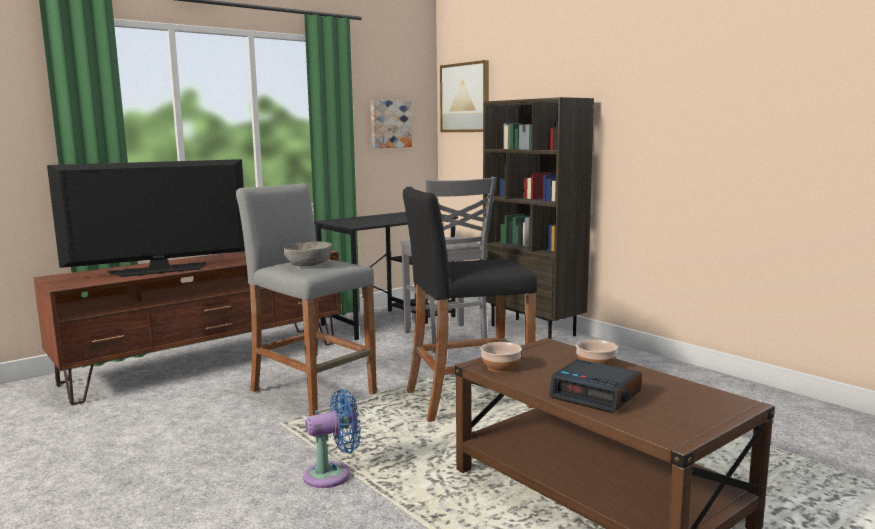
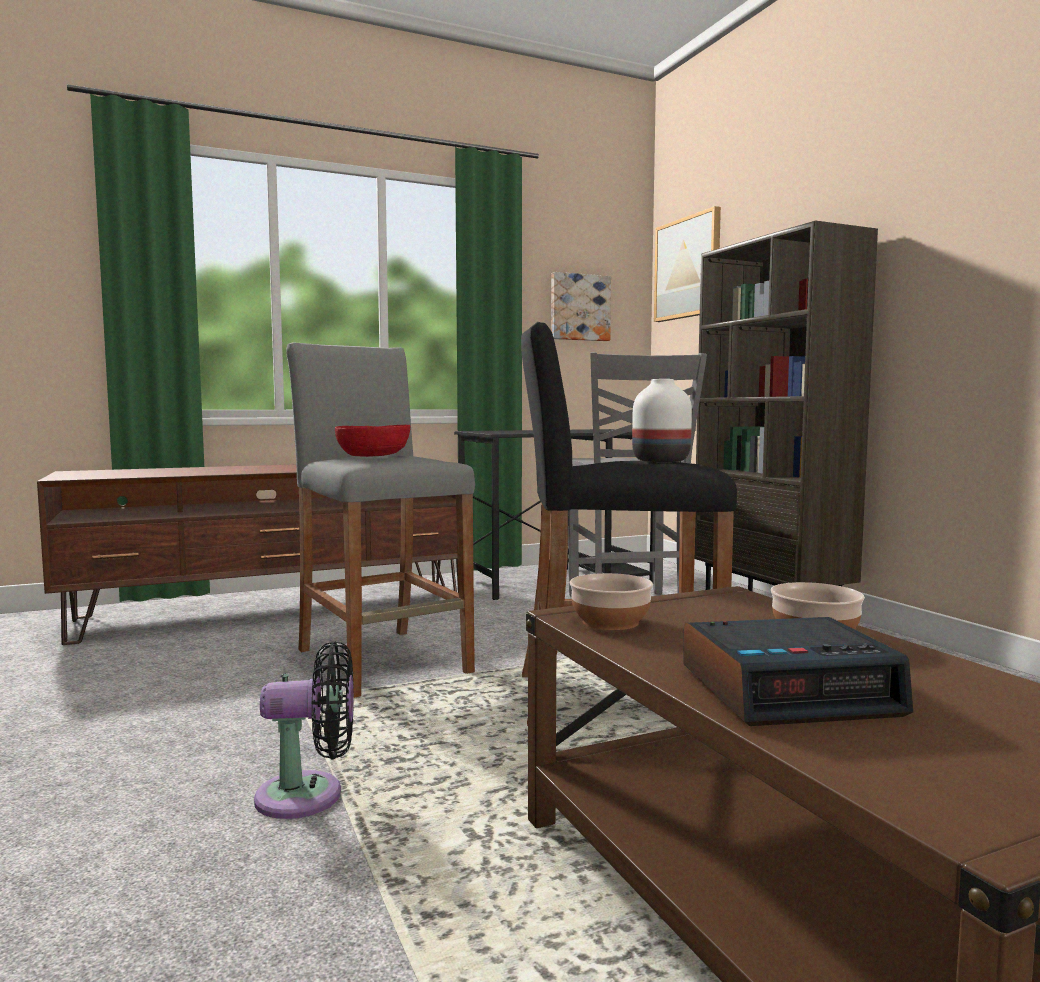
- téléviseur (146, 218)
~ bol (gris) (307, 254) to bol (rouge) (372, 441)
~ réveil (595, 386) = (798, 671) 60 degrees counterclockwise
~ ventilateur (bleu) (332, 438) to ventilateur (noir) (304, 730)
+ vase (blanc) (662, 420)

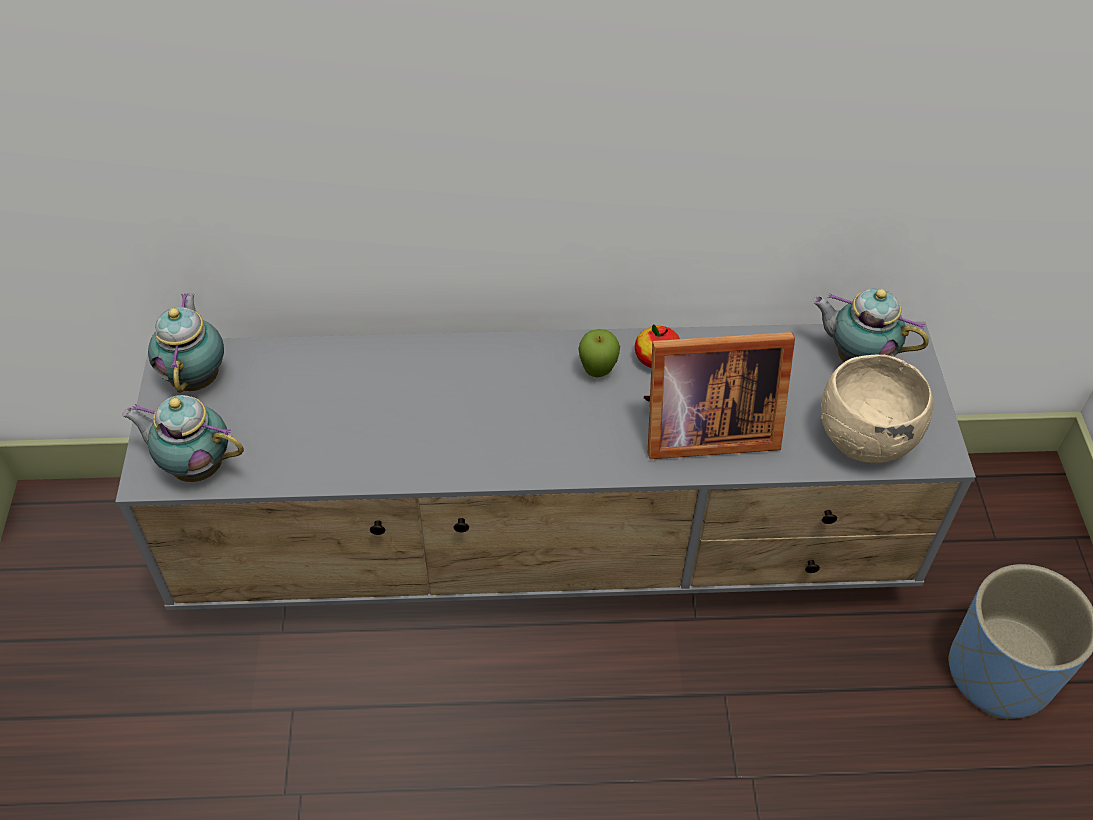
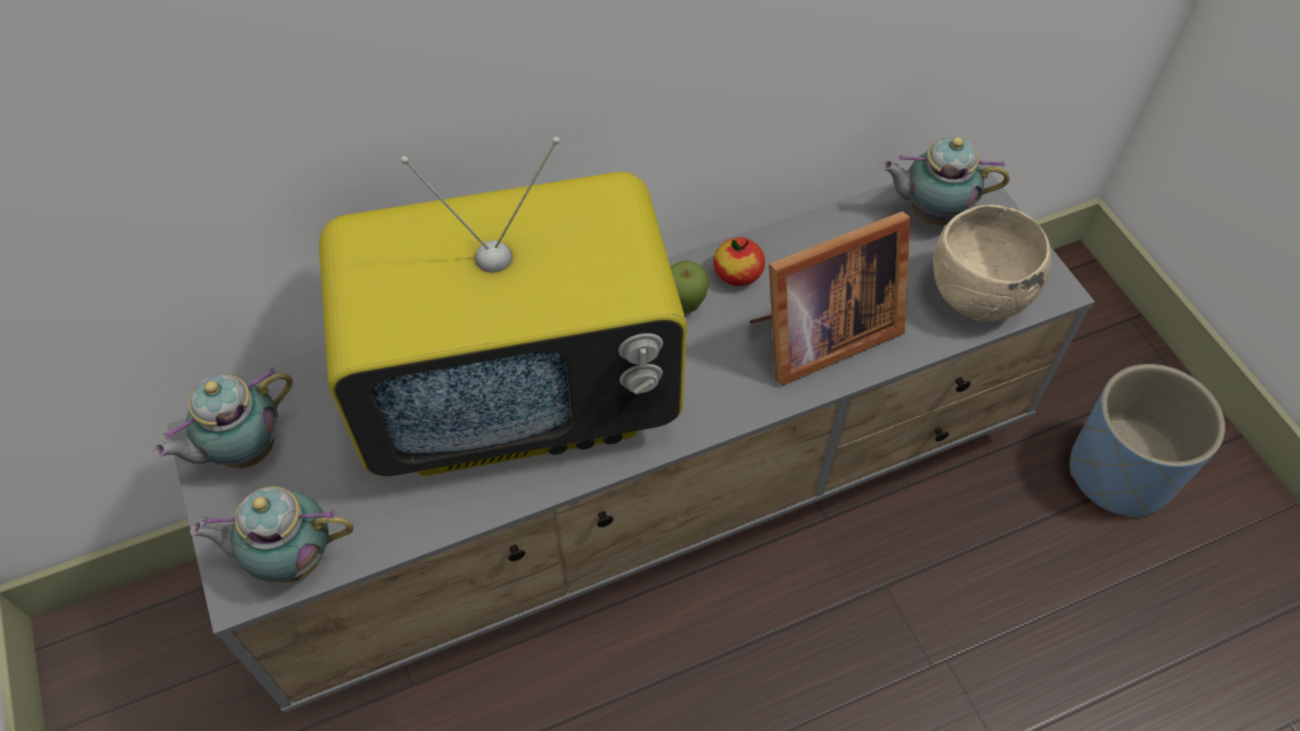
~ théière (186, 343) = (223, 418) 105 degrees counterclockwise
+ téléviseur (503, 306)

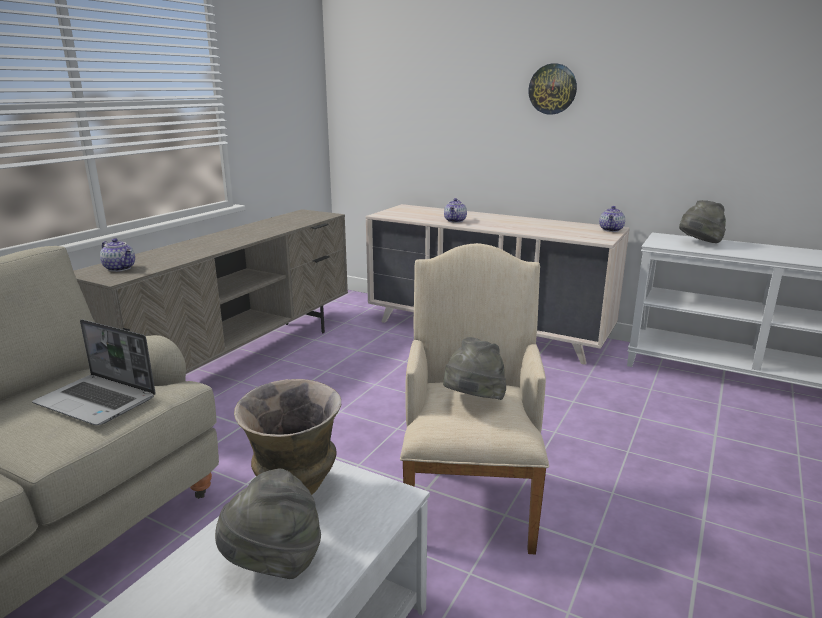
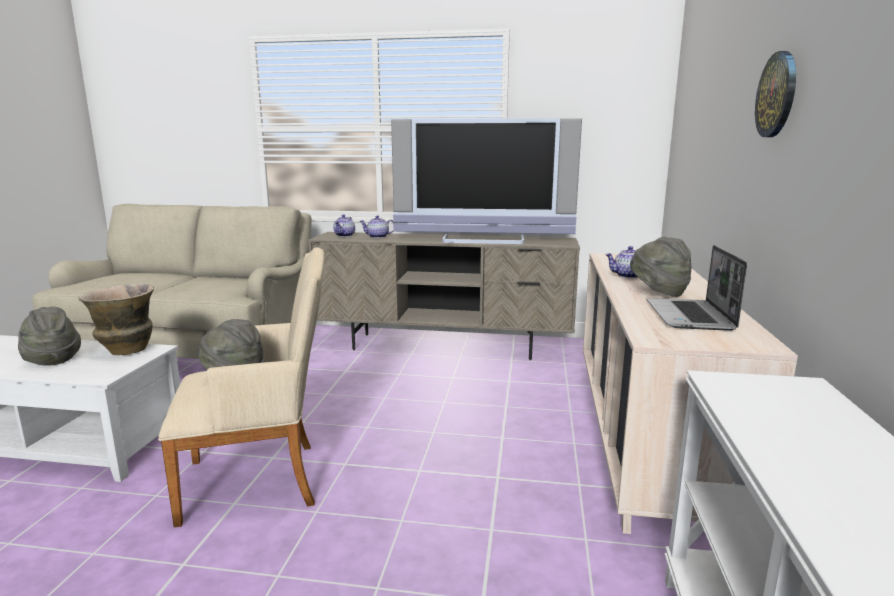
~ chapeau (gris) (702, 221) to (660, 267)
~ théière (612, 219) to (377, 226)
~ ordinateur portable (94, 372) to (697, 288)
+ téléviseur (486, 181)

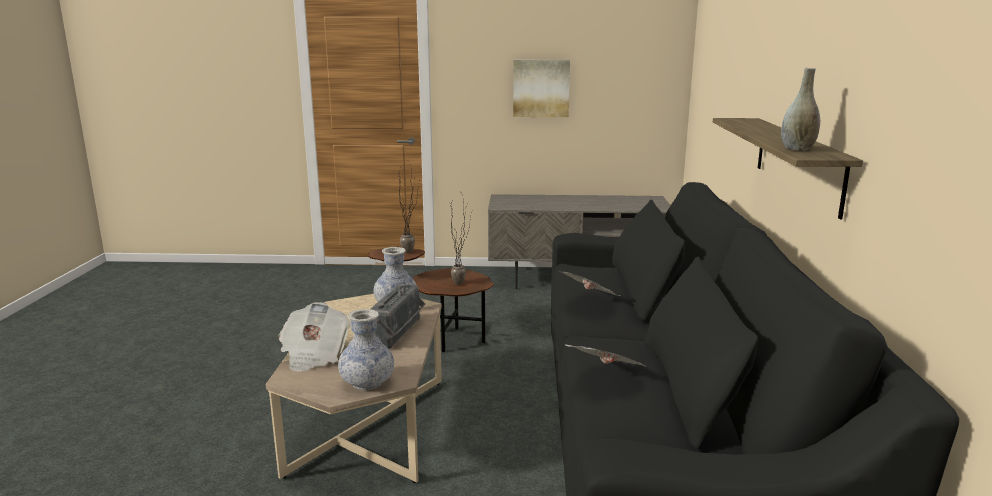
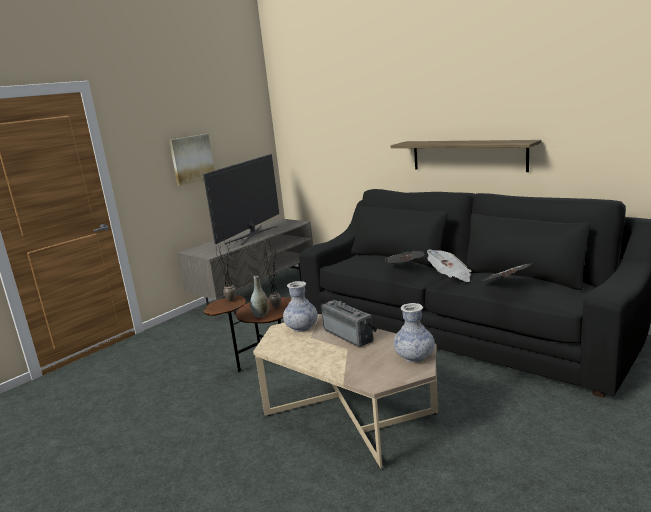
~ vase (gris) (800, 109) to (259, 297)
~ journal (314, 337) to (449, 266)
+ téléviseur (241, 199)

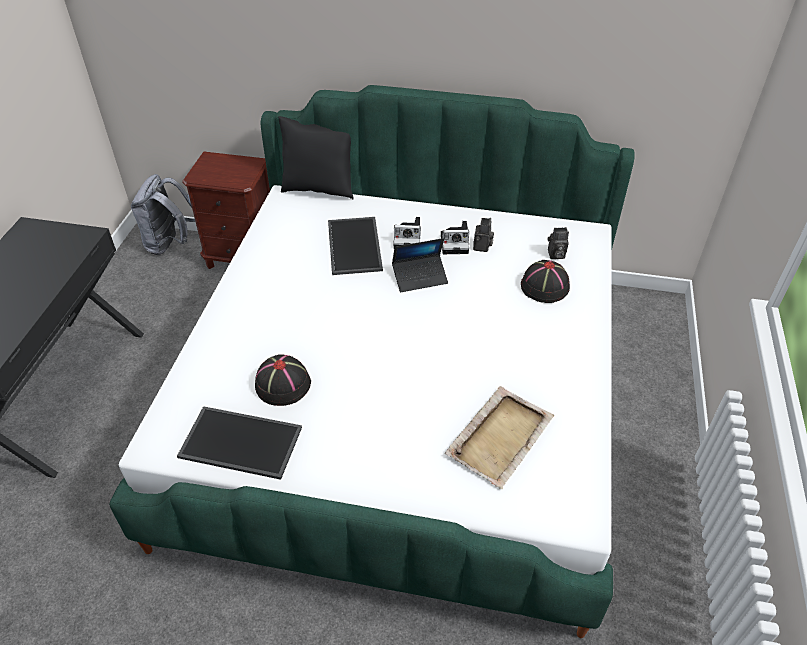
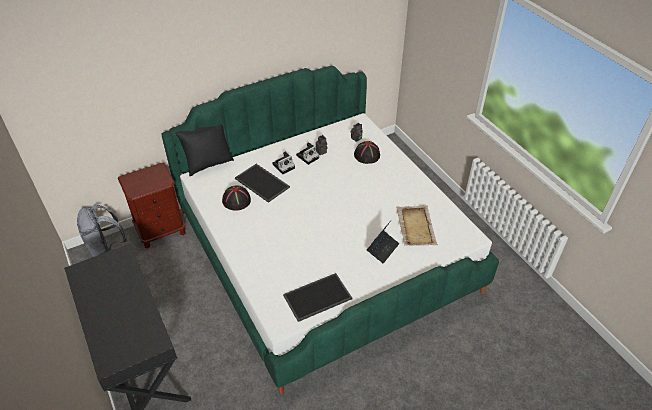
~ ordinateur portable (420, 265) to (383, 242)
~ chapeau (noir) (283, 380) to (236, 198)

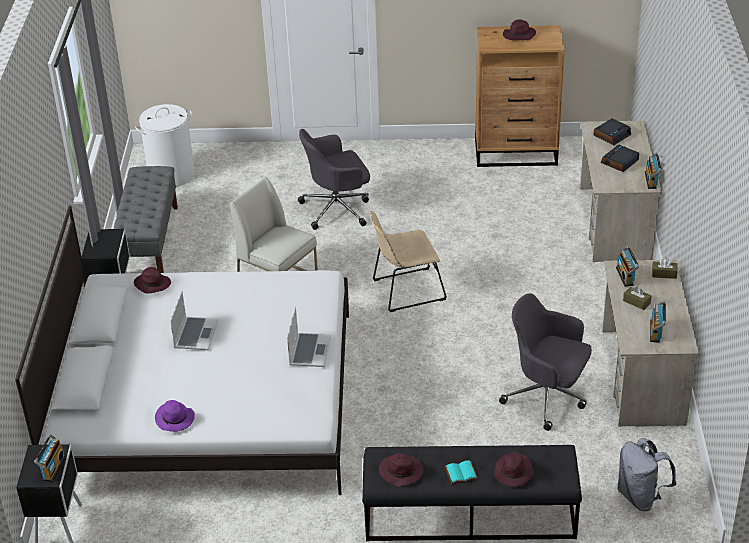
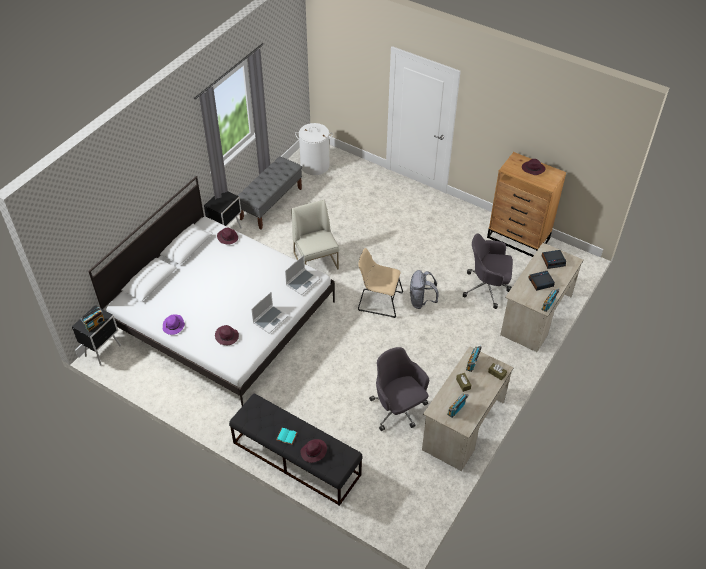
~ chaise de bureau (gris) (334, 179) to (488, 271)
~ ordinateur portable (194, 320) to (302, 275)
~ sac à dos (gris) (646, 474) to (424, 289)
~ chapeau (violet) (401, 469) to (227, 335)

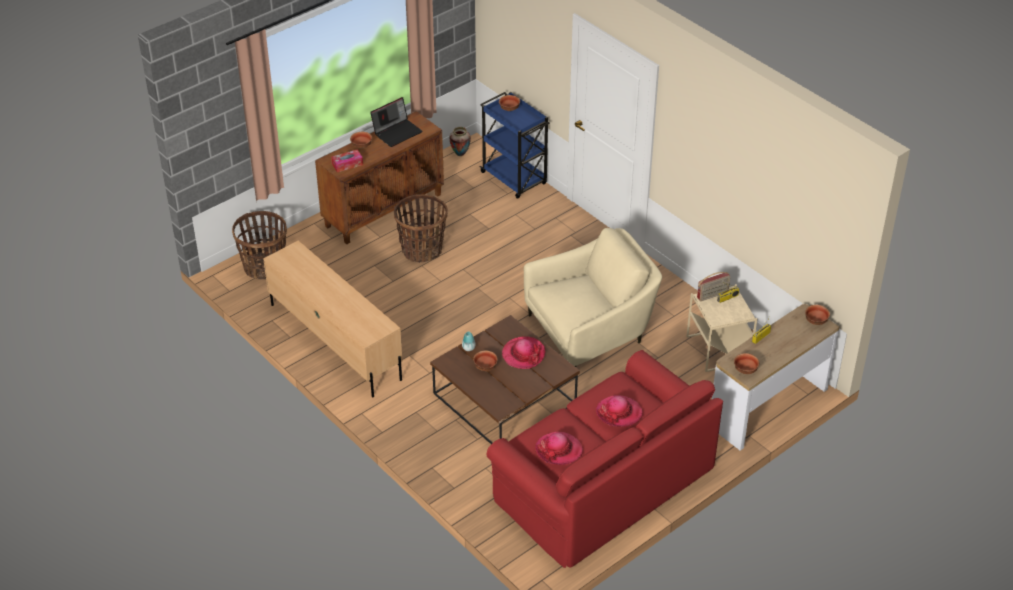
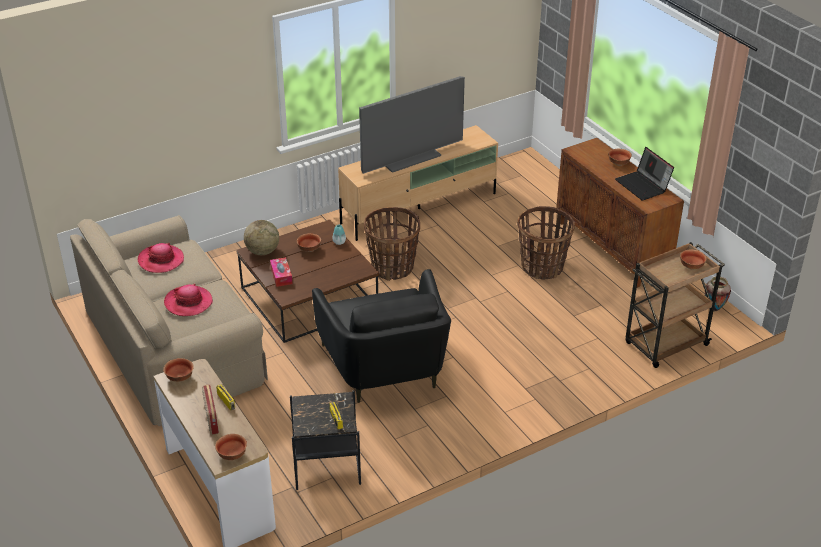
~ chariot (bleu) (515, 145) to chariot (marron) (675, 305)
~ boîte à mouchoirs (347, 161) to (281, 272)
~ panier (259, 245) to (392, 244)
~ fauteuil (beige) (593, 297) to fauteuil (noir) (381, 336)
~ radio (713, 286) to (210, 410)
~ table d'appoint (beige) (721, 328) to table d'appoint (noir) (325, 440)
- chapeau (523, 352)
~ canapé (rouge) (605, 459) to canapé (beige) (169, 320)
+ téléviseur (412, 125)
+ globe (261, 237)

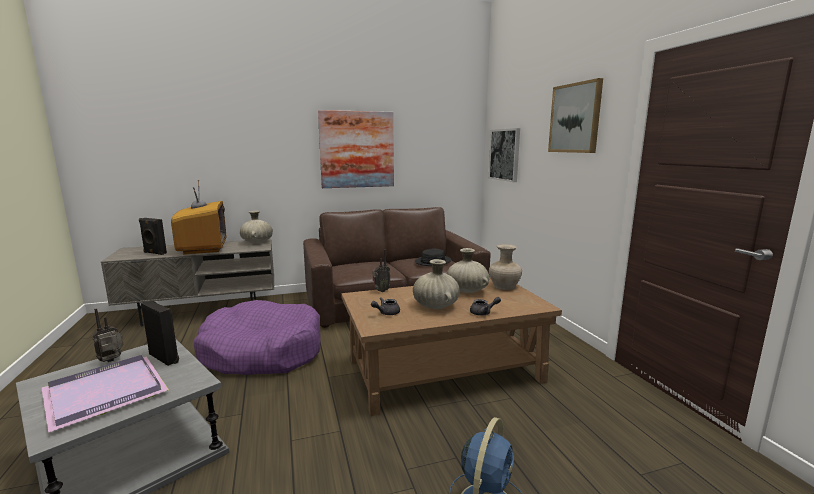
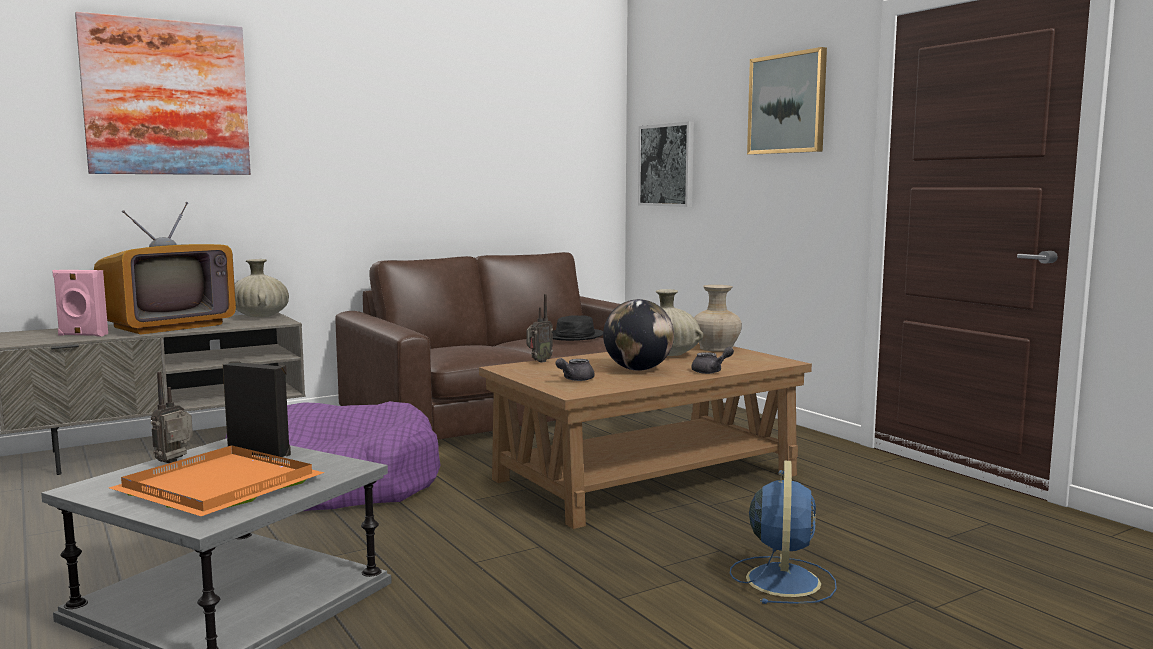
~ tableau (356, 149) to (163, 93)
~ téléviseur (198, 217) = (165, 268) 75 degrees clockwise
~ enceinte (noir) (153, 236) to enceinte (rose) (80, 303)
~ vase (beige) (436, 284) to globe (638, 335)
~ plateau (violet) (105, 394) to plateau (orange) (216, 480)

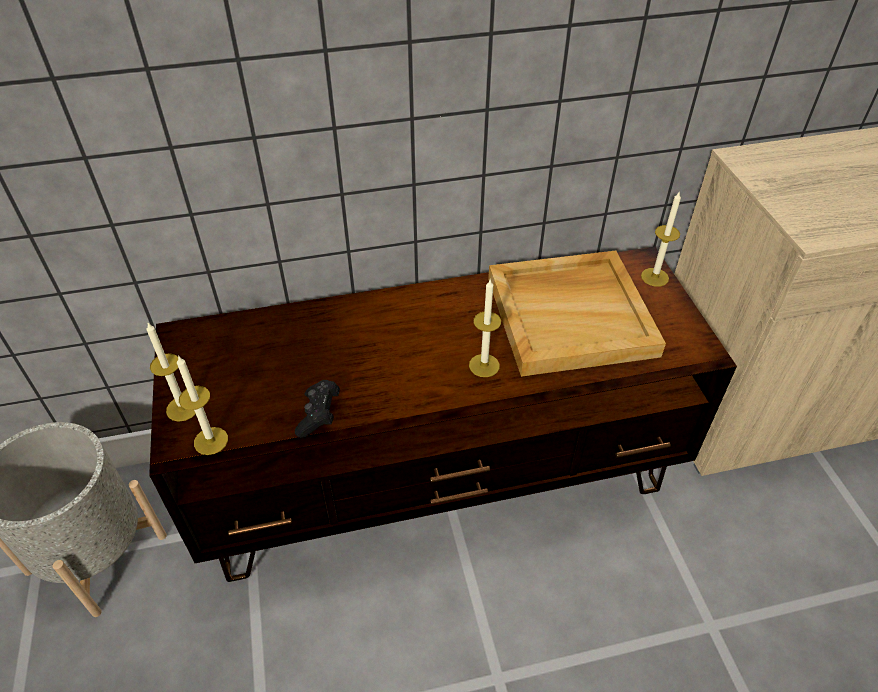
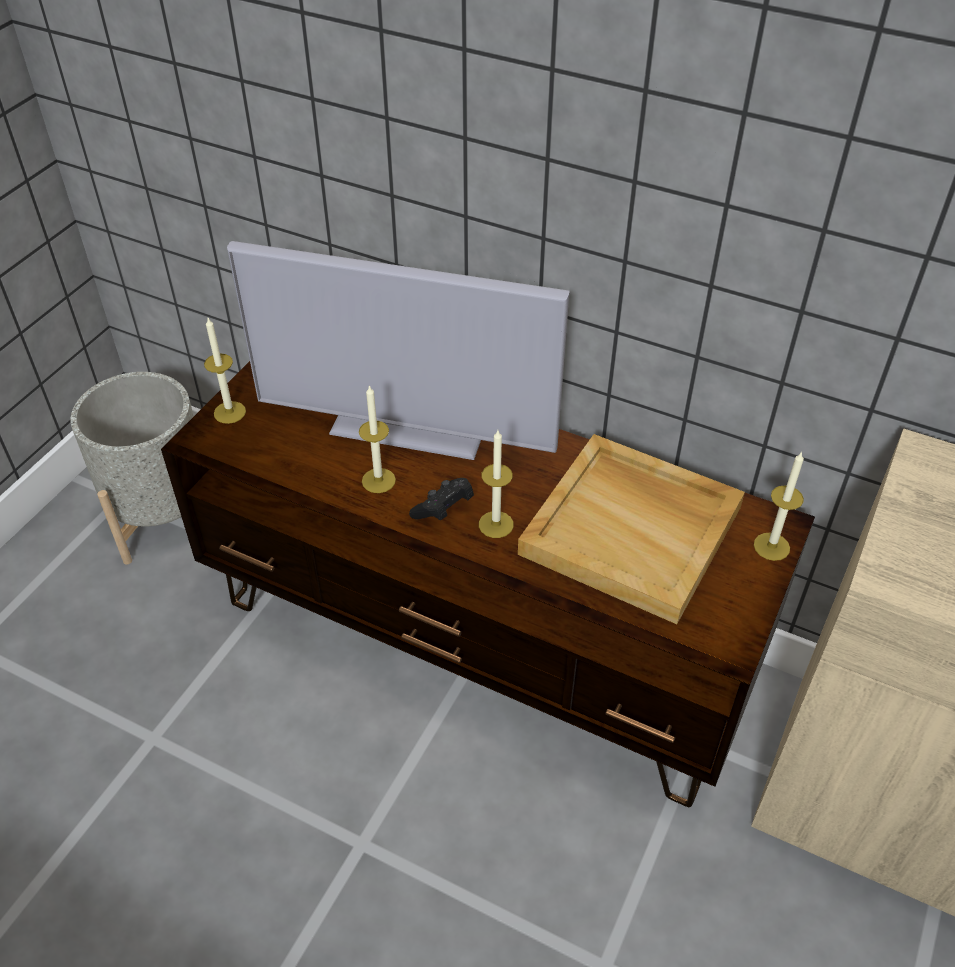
~ bougie (202, 405) to (377, 439)
~ manette (noir) (317, 409) to (441, 499)
+ téléviseur (398, 350)

